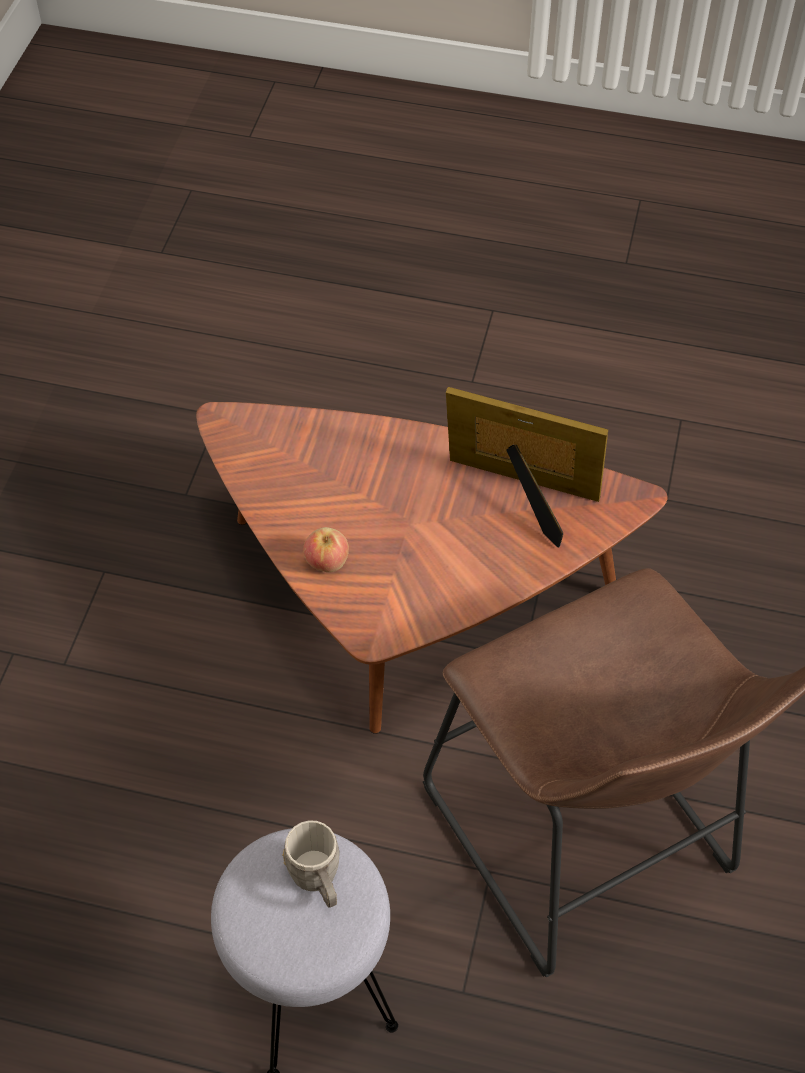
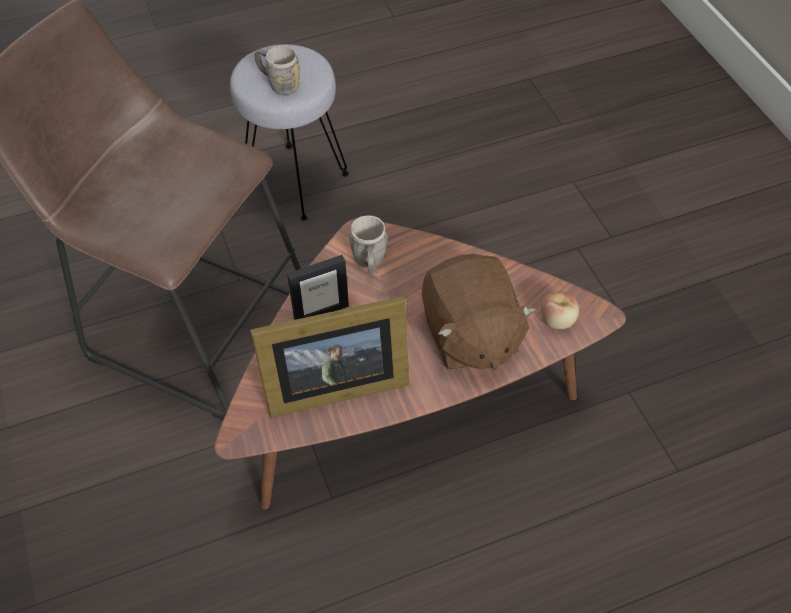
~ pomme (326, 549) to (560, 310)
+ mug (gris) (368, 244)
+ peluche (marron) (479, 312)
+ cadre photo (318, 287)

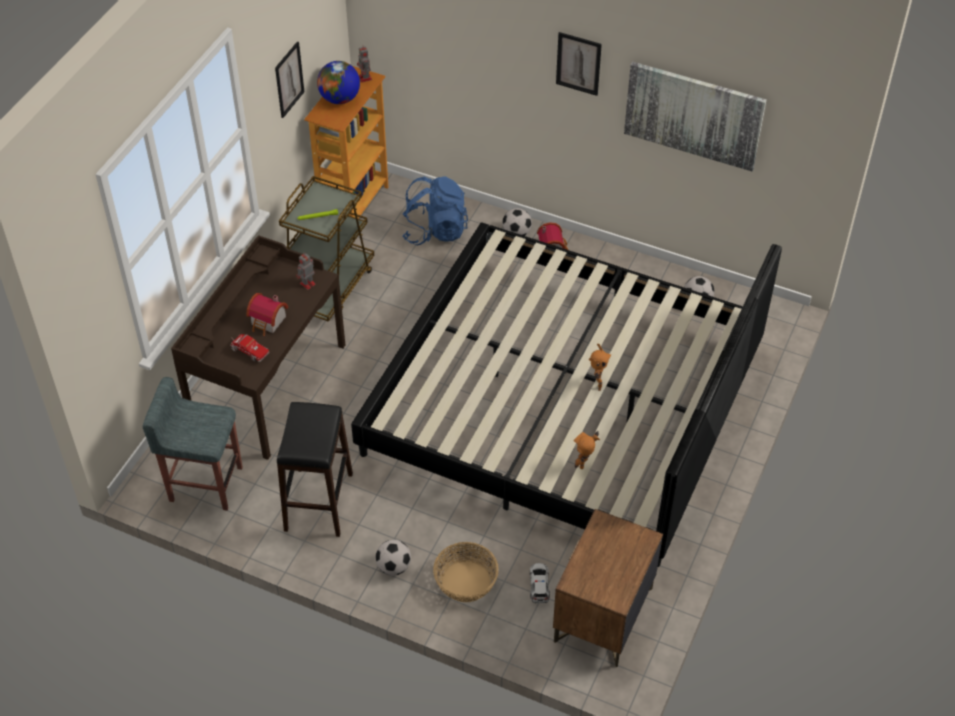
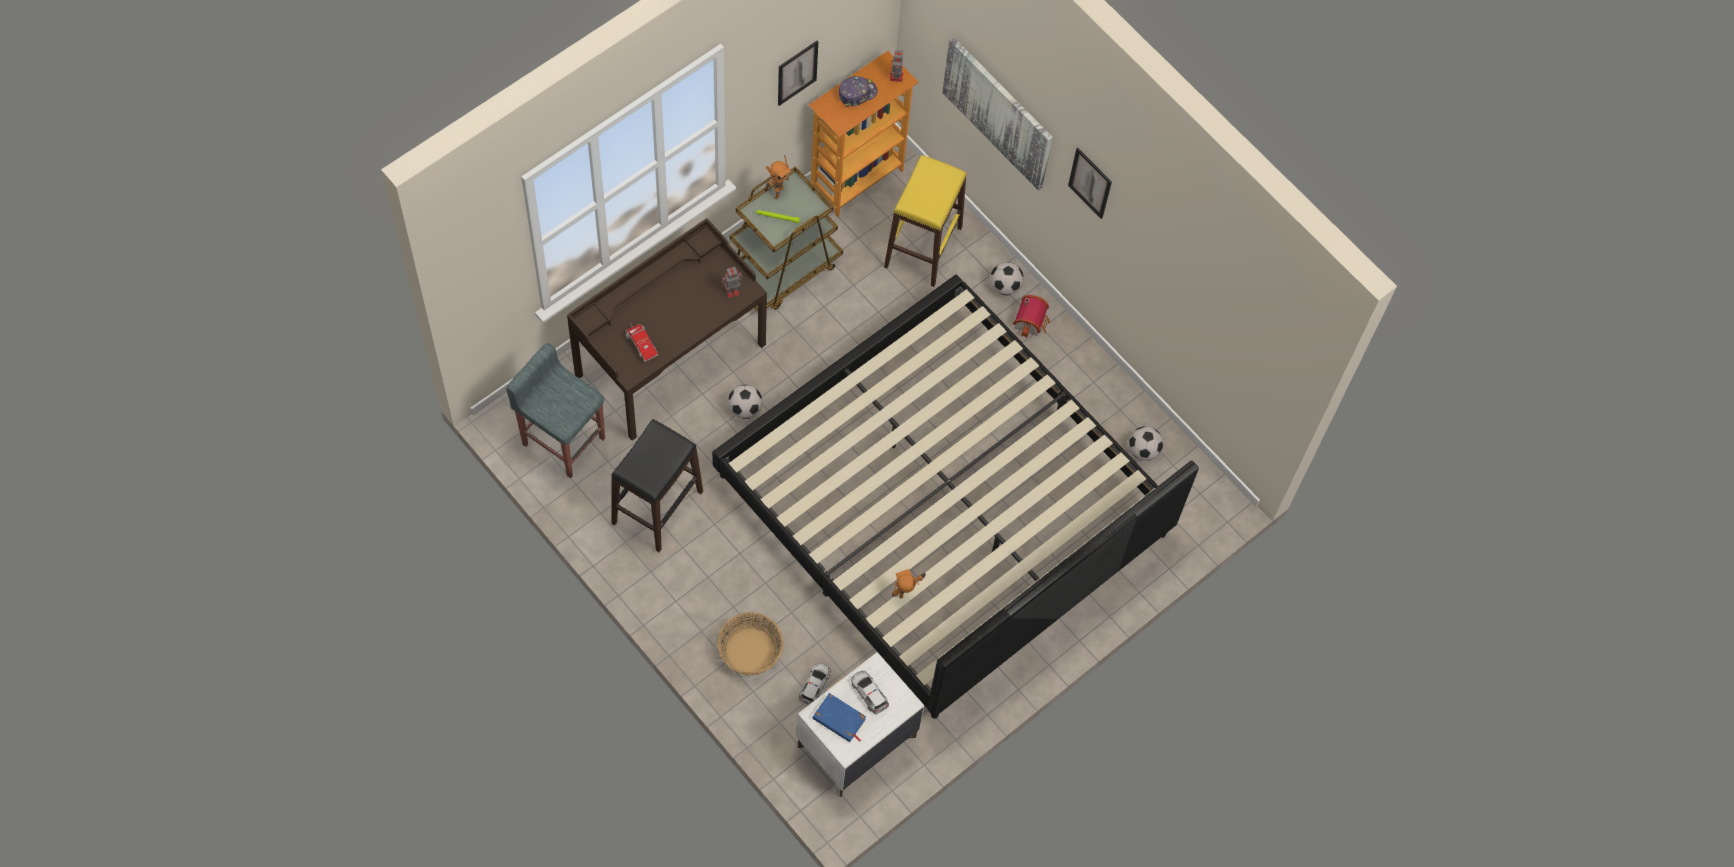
~ globe (338, 82) to casquette (858, 91)
~ tableau (695, 116) to (997, 113)
~ sac à dos (bleu) (435, 211) to tabouret (jaune) (925, 221)
- maison miniature (267, 314)
~ robot jouet (600, 367) to (779, 177)
~ table de chevet (marron) (608, 588) to table de chevet (blanc) (860, 724)
~ ballon de foot (393, 557) to (745, 402)
+ petite voiture (870, 692)
+ livre (bleu) (839, 717)

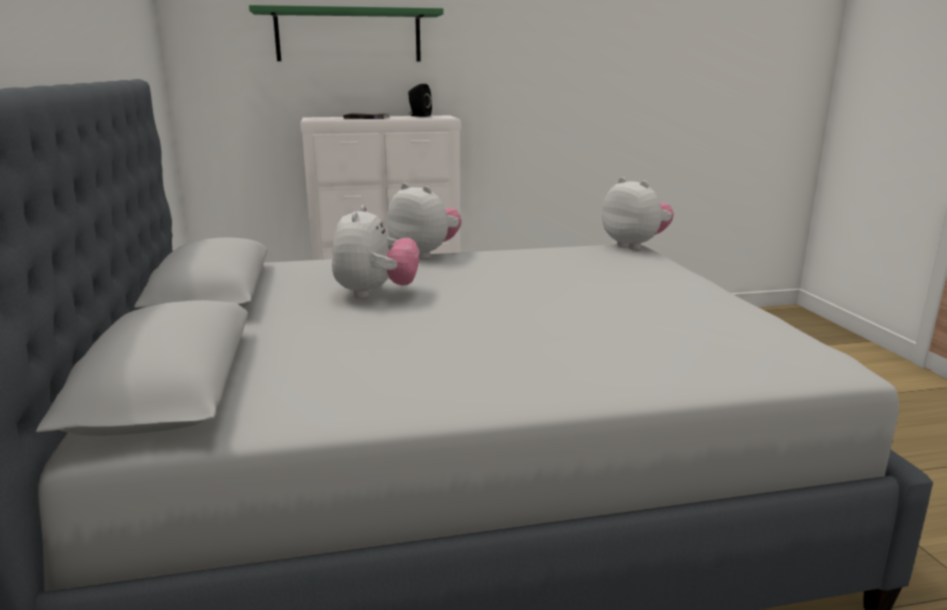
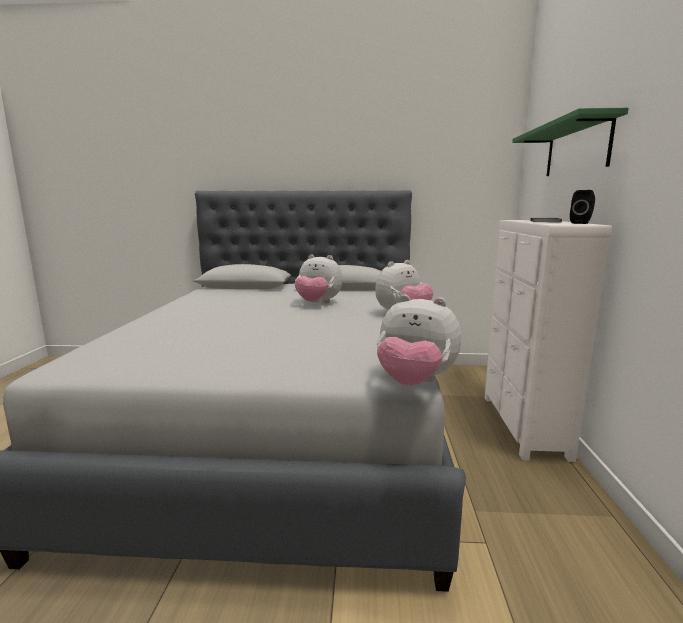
~ peluche (638, 213) = (419, 340) 45 degrees clockwise

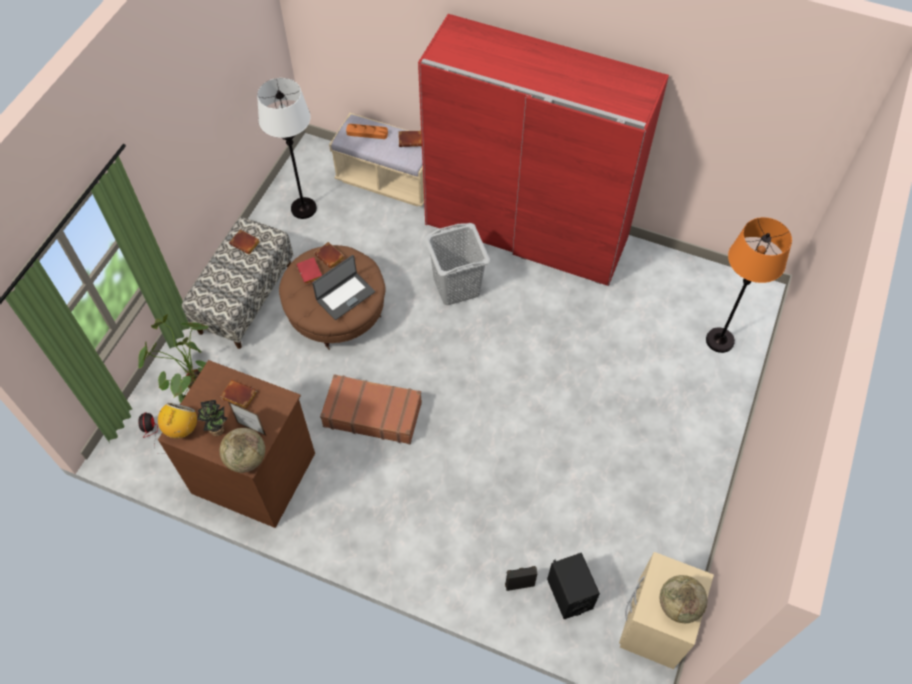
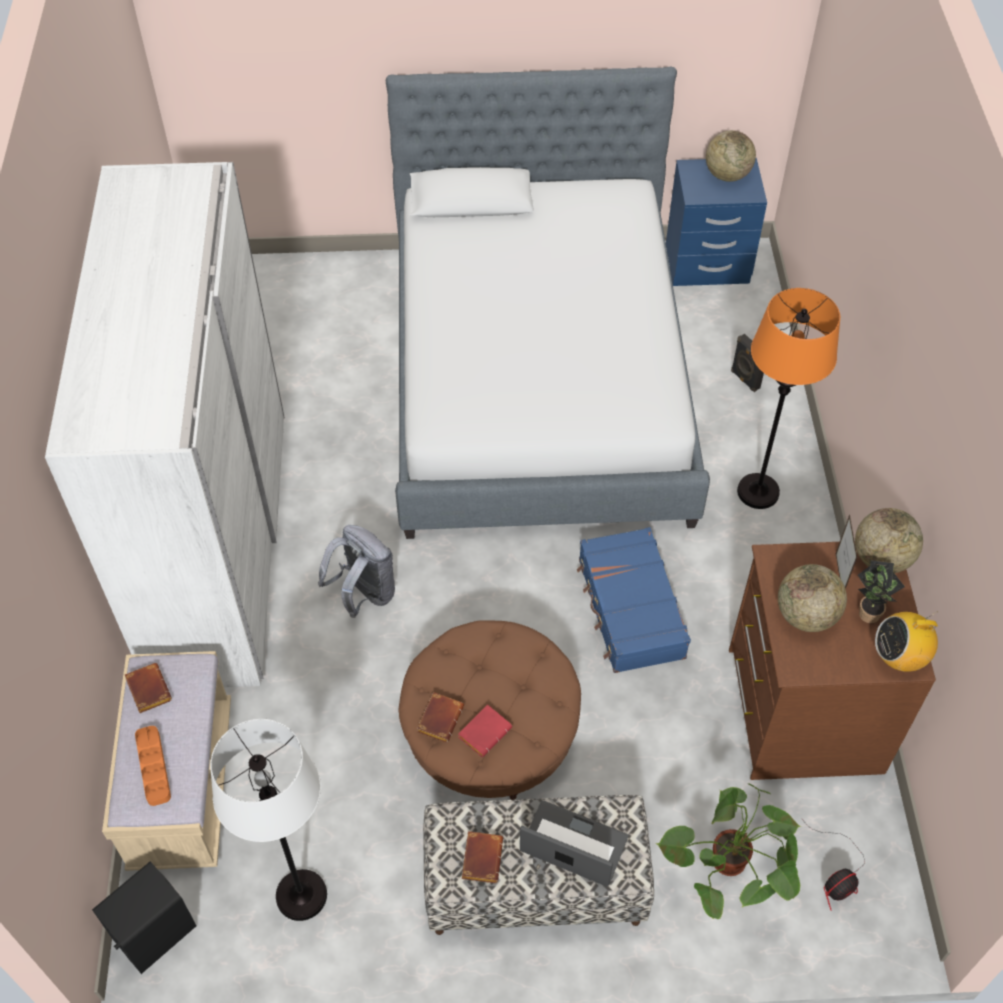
~ armoire (rouge) (543, 150) to armoire (blanc) (165, 424)
~ lampadaire (orange) (749, 285) to (788, 398)
~ panier à linge (gris) (457, 264) to sac à dos (gris) (356, 571)
~ ordinateur portable (343, 287) to (574, 843)
~ valise (marron) (371, 409) to valise (bleu) (634, 600)
~ livre (marron) (238, 394) to globe (812, 598)
~ table de chevet (beige) (666, 610) to table de chevet (bleu) (716, 222)
~ enceinte (noir) (573, 586) to (144, 918)
+ lit (548, 303)

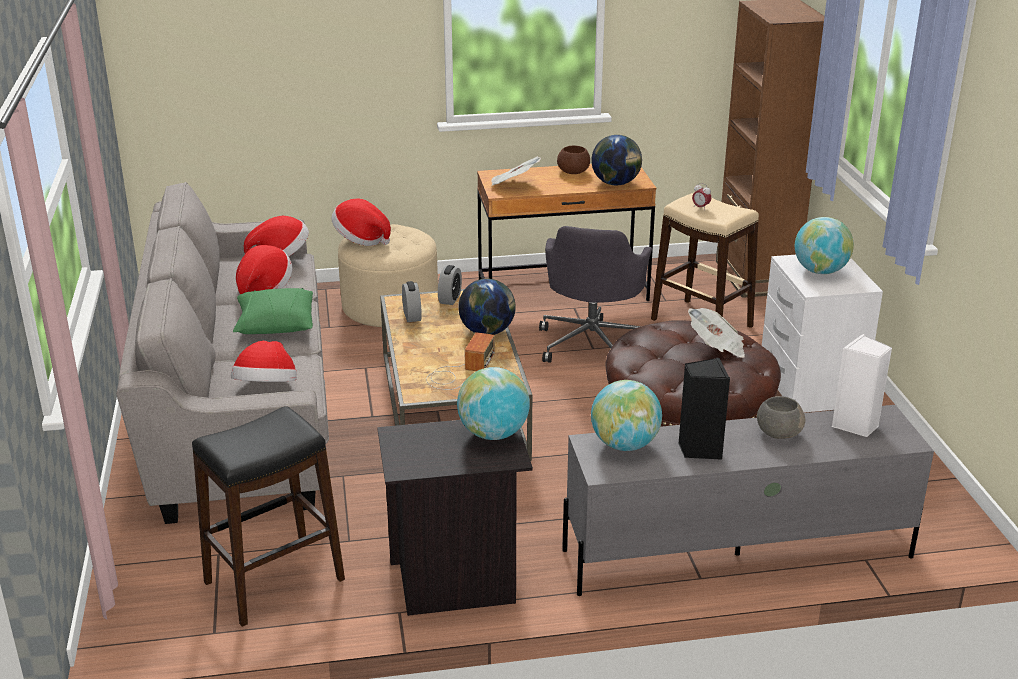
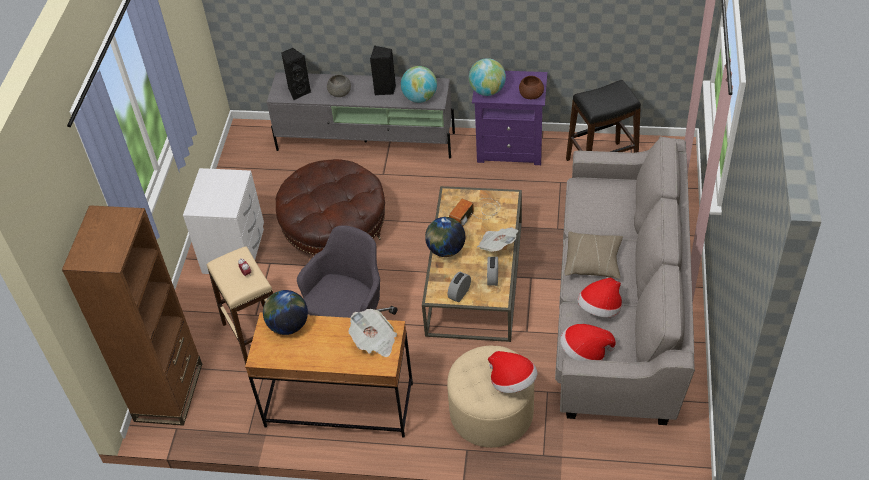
~ bol (marron) (573, 160) to (531, 87)
- globe (824, 245)
~ coussin (vert) (273, 311) to coussin (beige) (593, 255)
~ journal (716, 333) to (497, 239)
~ enceinte (blanc) (862, 385) to enceinte (noir) (296, 74)
- chapeau (264, 361)
~ table de chevet (noir) (455, 518) to table de chevet (violet) (509, 118)

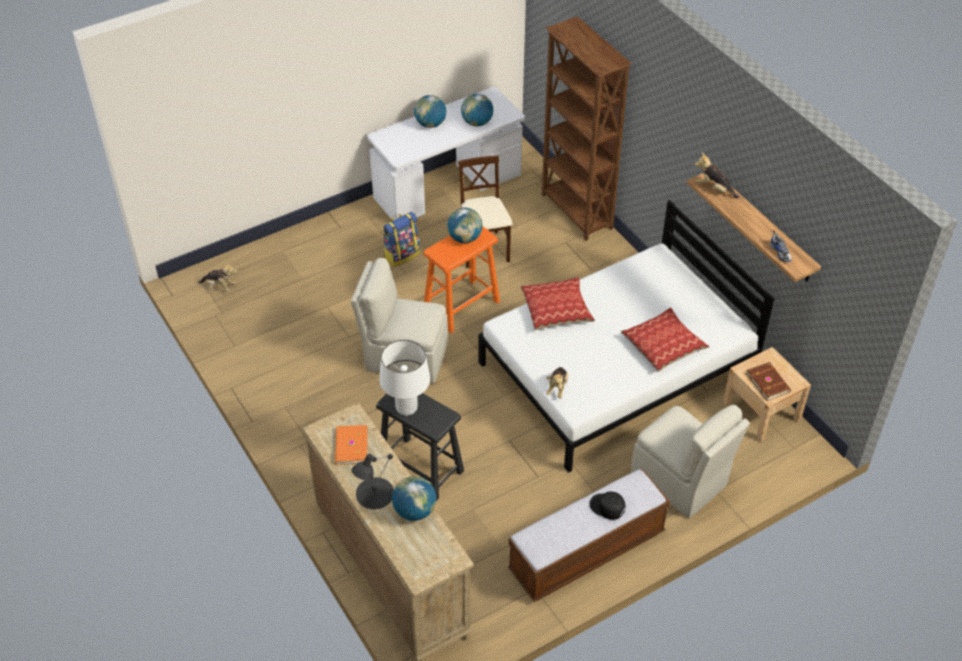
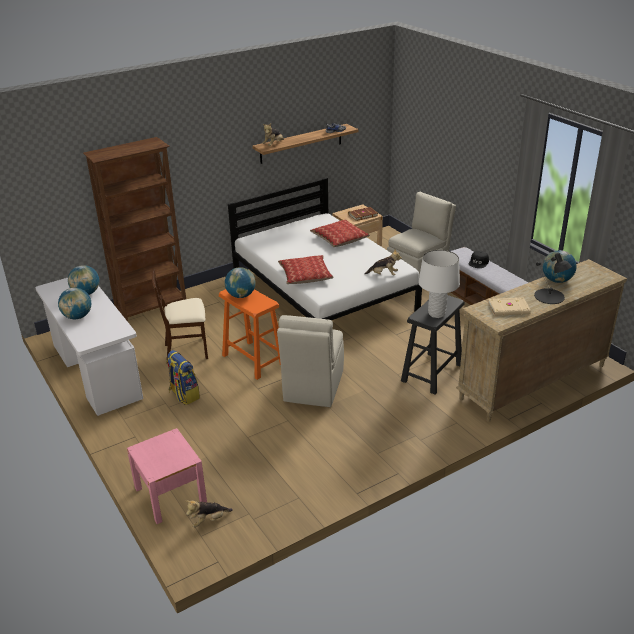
~ peluche (217, 277) = (209, 514) 135 degrees counterclockwise
~ livre (orange) (351, 445) to livre (beige) (510, 306)
+ table de chevet (rose) (167, 476)

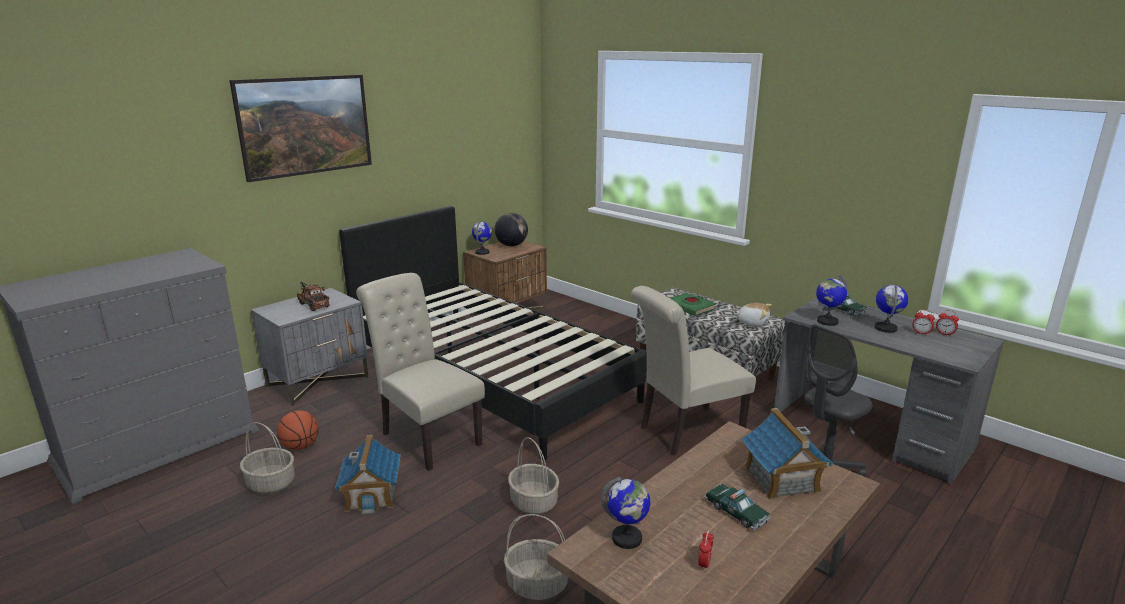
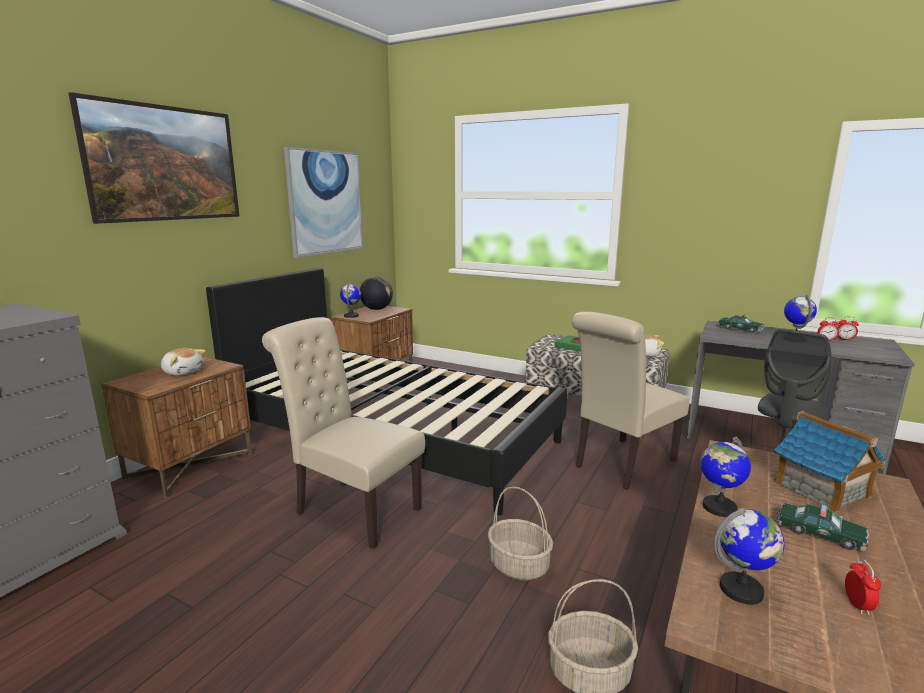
~ globe (832, 300) to (726, 476)
~ camion jouet (313, 296) to peluche (183, 362)
~ table de chevet (gris) (310, 347) to table de chevet (marron) (176, 427)
- ballon de basket (298, 430)
- panier (267, 458)
- maison miniature (368, 475)
+ tableau (323, 202)

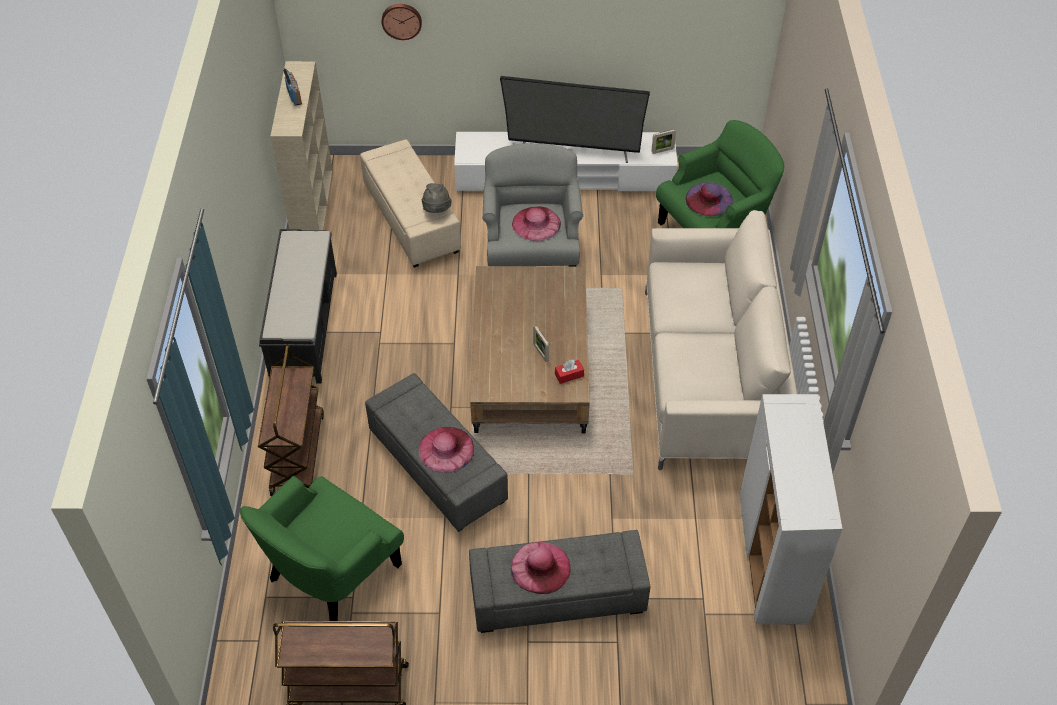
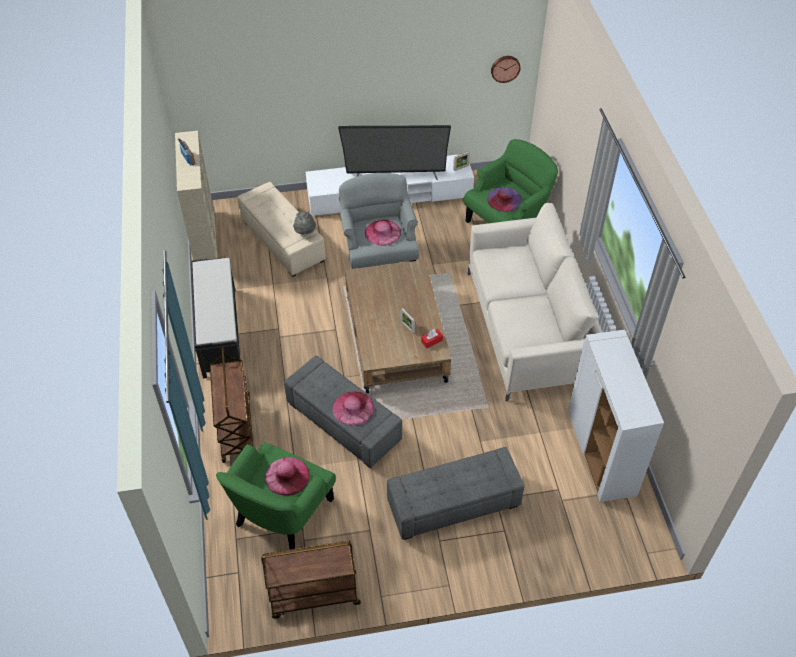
~ horloge murale (402, 22) to (506, 69)
~ chapeau (rose) (540, 568) to (287, 476)

